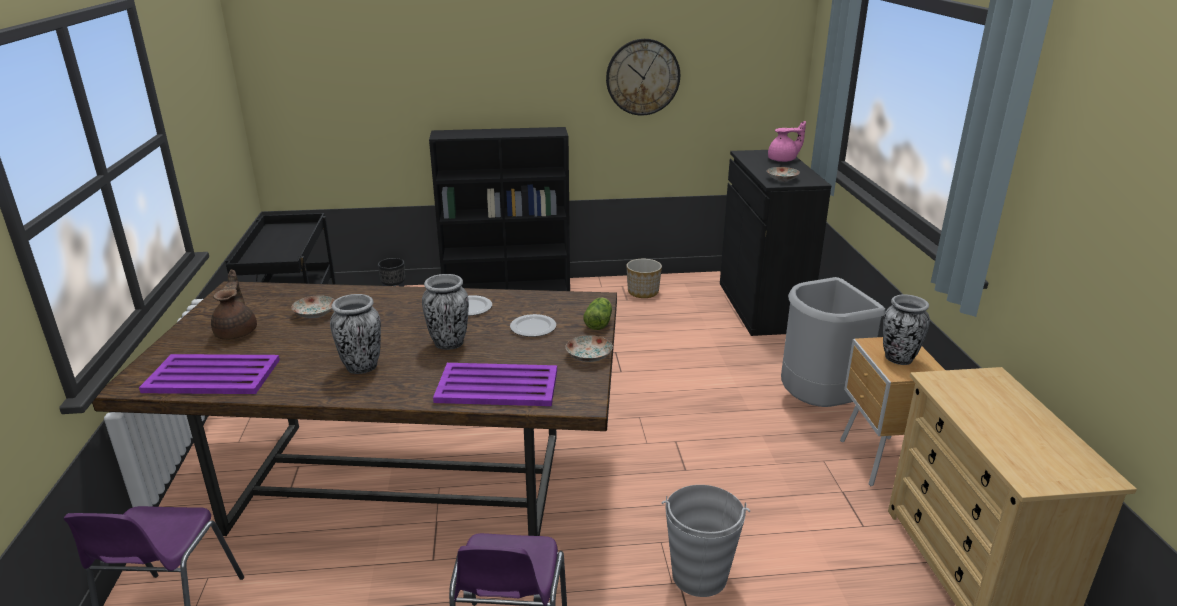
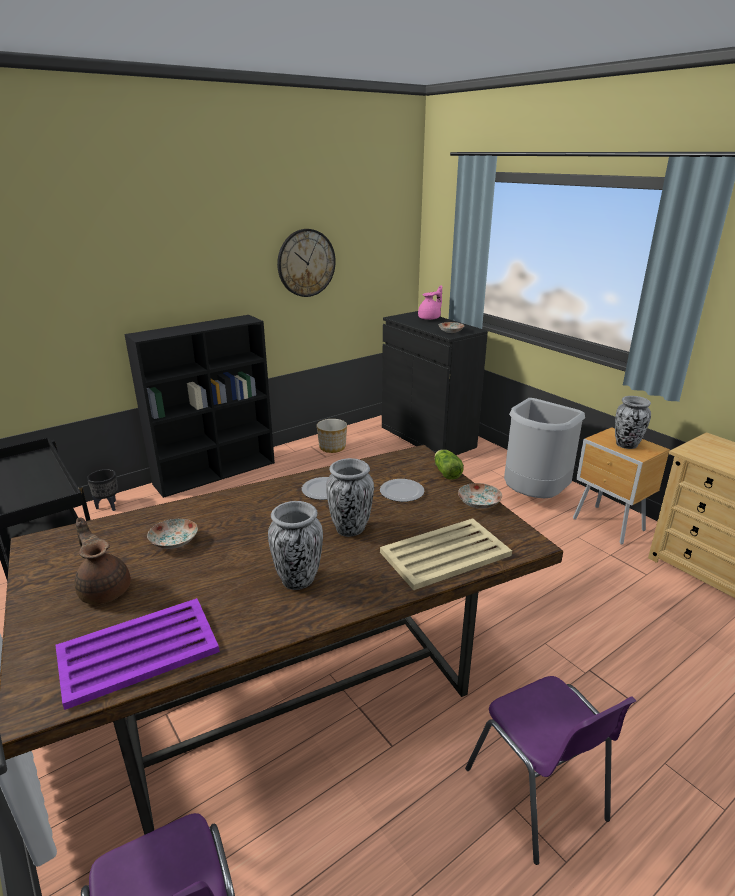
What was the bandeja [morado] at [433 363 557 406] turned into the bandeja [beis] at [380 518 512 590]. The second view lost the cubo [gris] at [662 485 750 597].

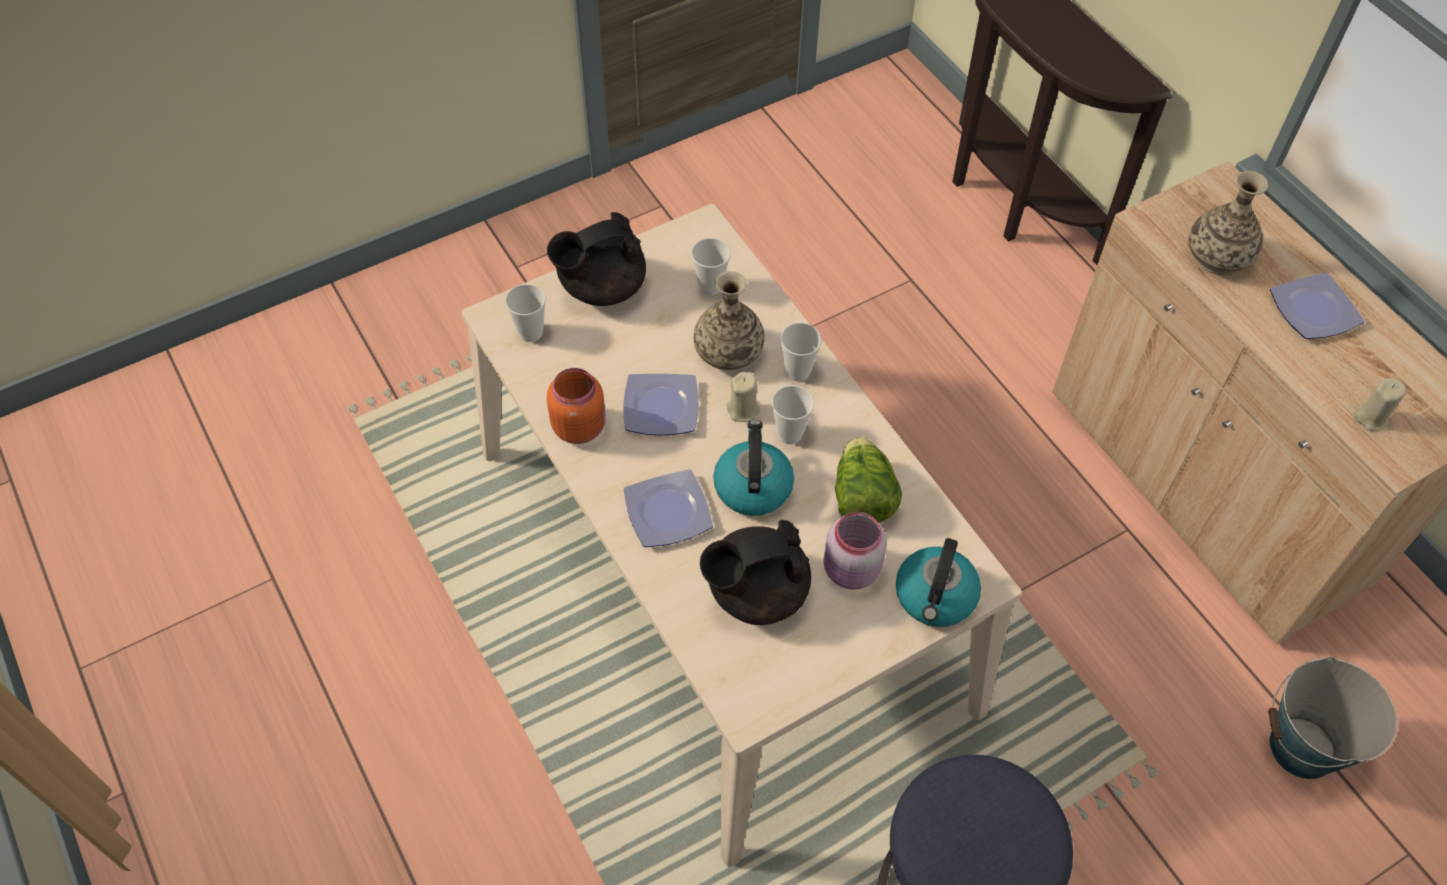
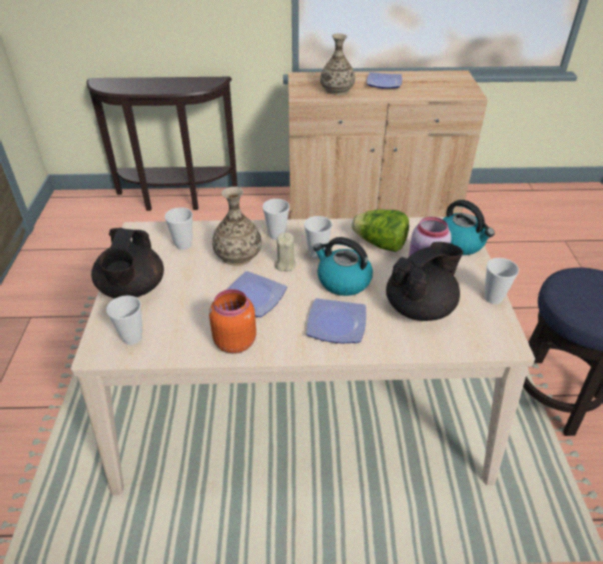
The second view lost the vela [beis] at [1354 378 1407 431]. The tetera [negro] at [700 520 811 625] ended up facing another way, 135 degrees counterclockwise from before. The second view lost the cubo at [1268 657 1397 779]. The second view gained the taza at [484 258 519 304].

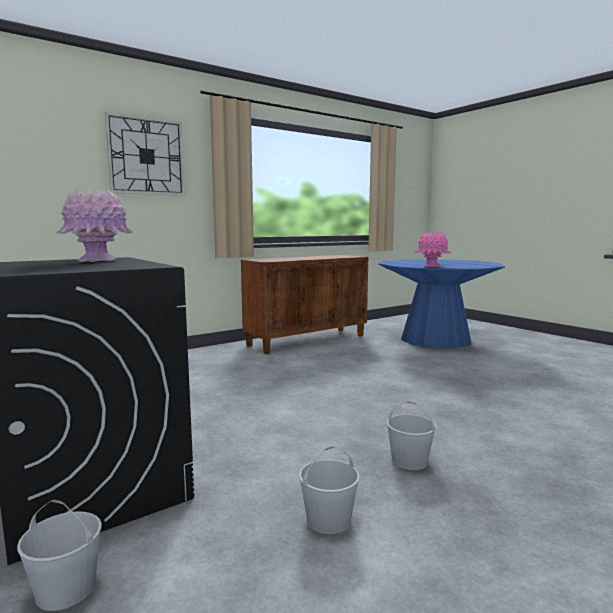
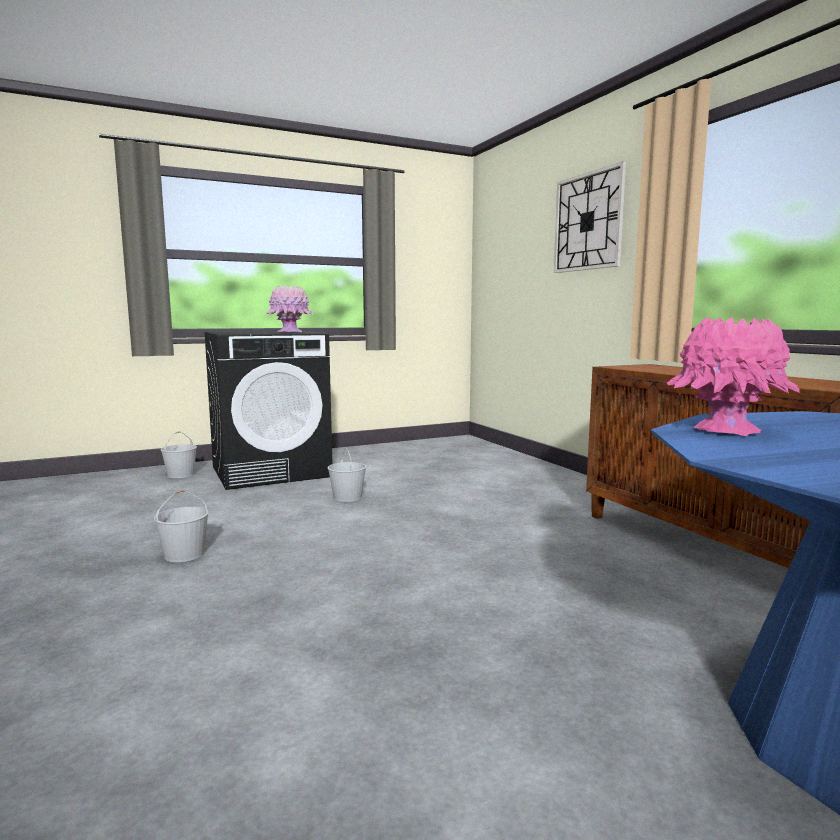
The cubo [blanco] ended up elsewhere, having gone from [299 446 359 534] to [328 448 366 502].

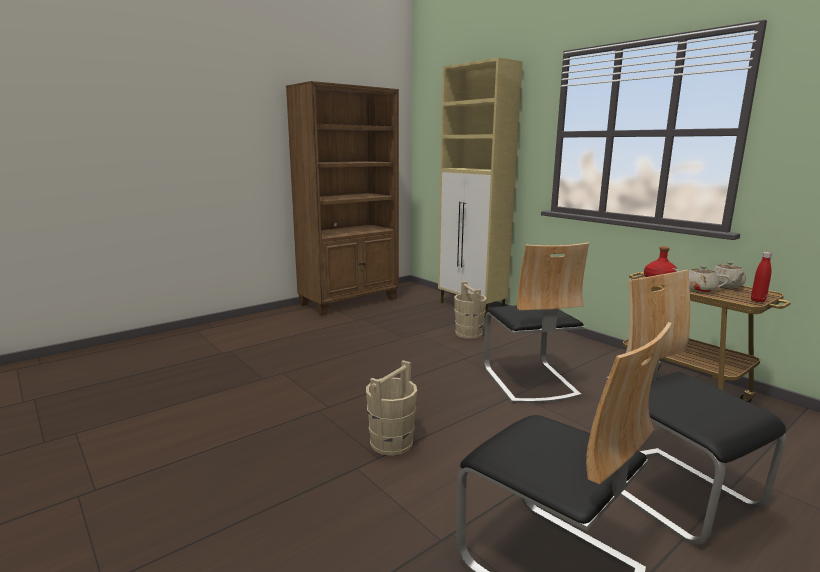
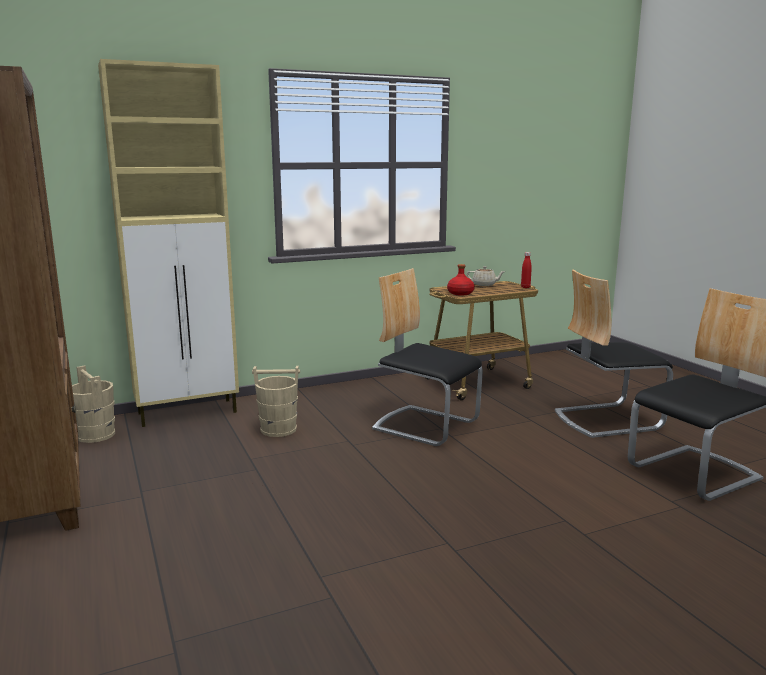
The silla at [484 242 589 403] ended up facing another way, 150 degrees counterclockwise from before. The second view lost the tetera [beis] at [672 266 730 293]. The cubo [beis] ended up elsewhere, having gone from [366 360 417 456] to [72 366 115 443].

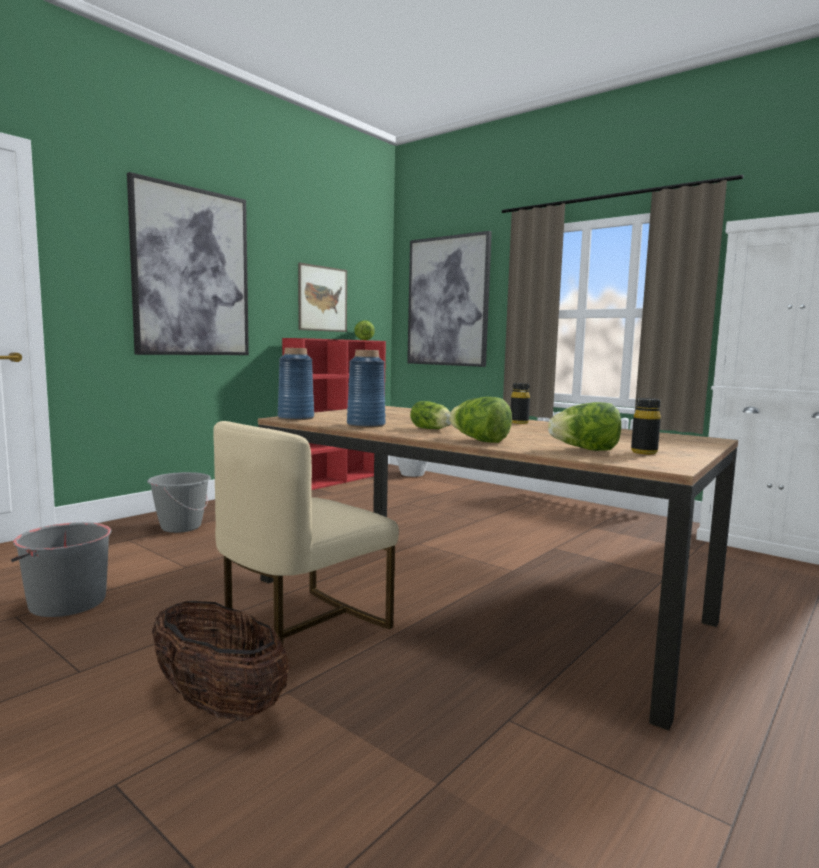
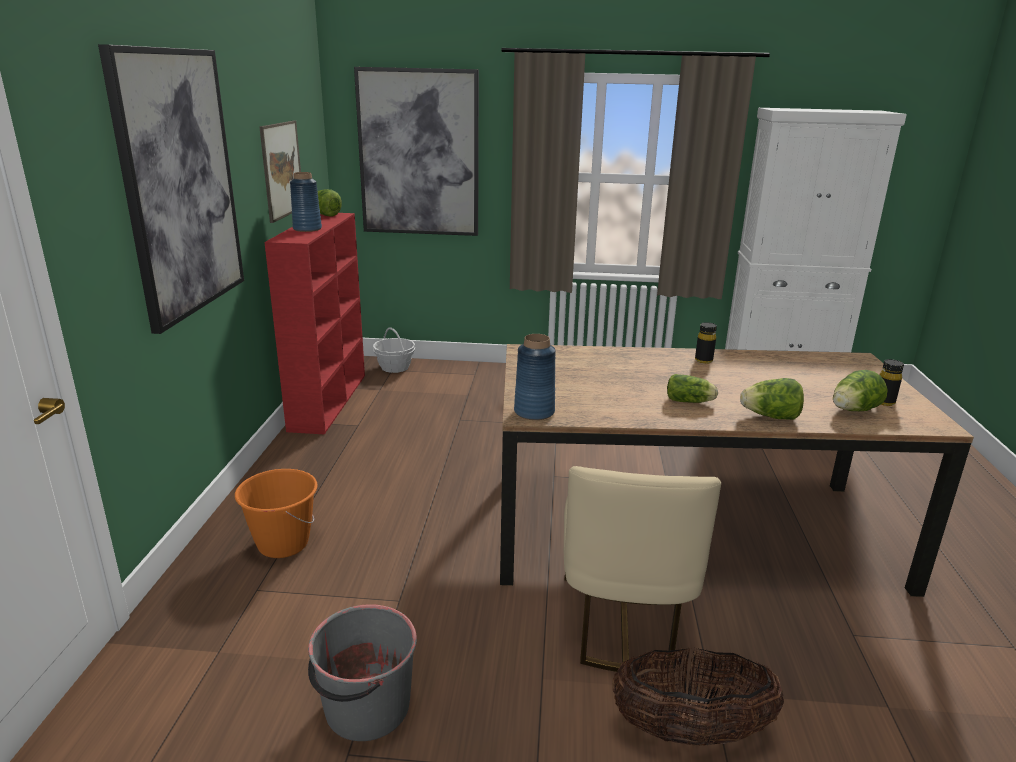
The florero [azul] ended up elsewhere, having gone from [347 350 386 428] to [290 172 322 232]. What was the cubo [gris] at [147 472 211 533] turned into the cubo [naranja] at [235 469 318 558].

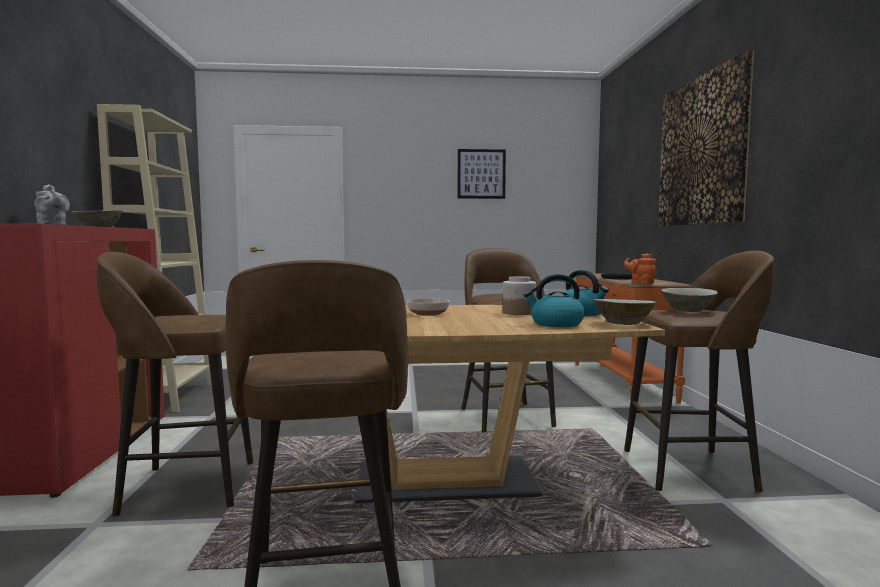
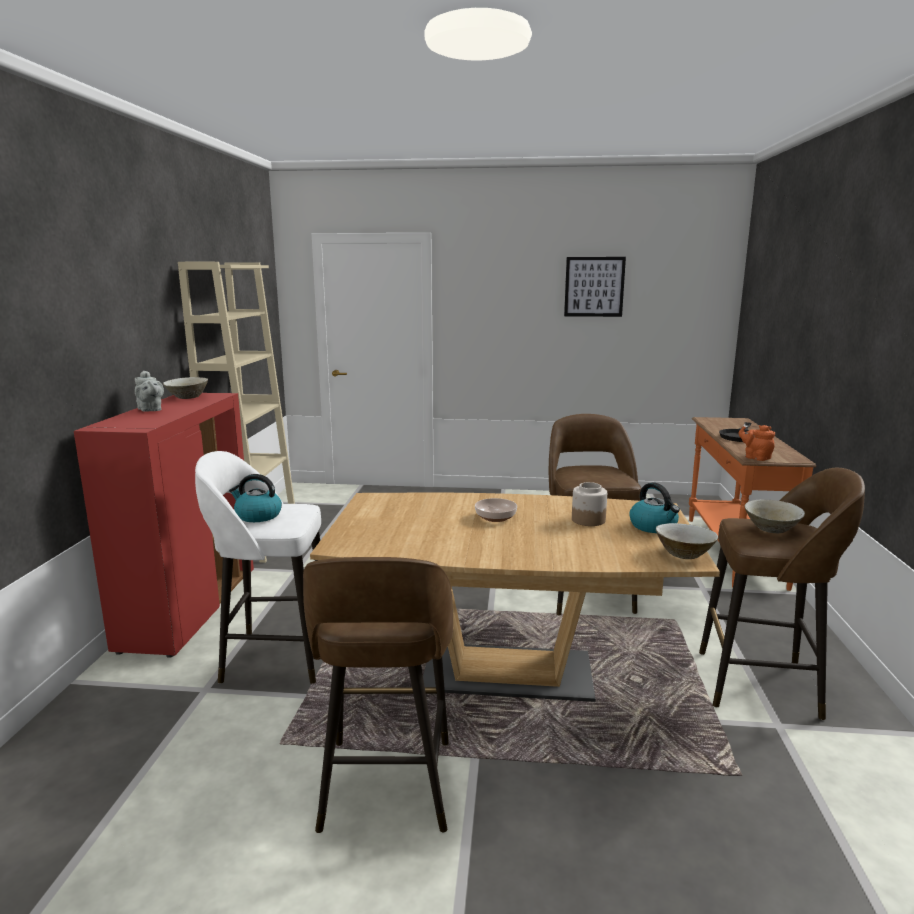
The second view lost the cuadro at [658 50 754 226]. What was the taburete [marrón] at [96 252 253 517] turned into the taburete [blanco] at [195 451 321 684]. The hervidor ended up elsewhere, having gone from [524 274 585 327] to [229 474 282 522].

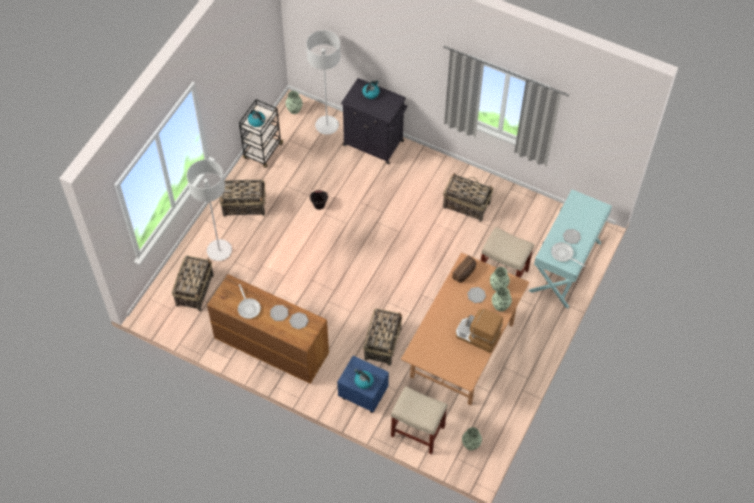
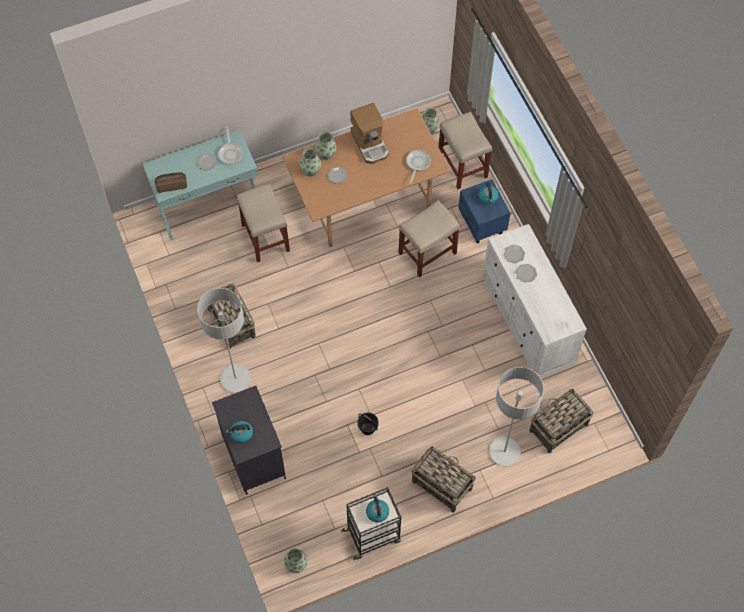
The lámpara de pie [gris] ended up elsewhere, having gone from [306 30 341 135] to [197 288 251 392]. The pan ended up elsewhere, having gone from [452 255 476 282] to [155 172 187 193]. What was the cómoda [marrón] at [207 274 329 384] turned into the cómoda [blanco] at [482 224 587 377]. The sartén ended up elsewhere, having gone from [238 284 261 319] to [406 150 431 184]. Where the cesta stood at [363 308 402 366], the taburete [beis] came to stand at [398 200 460 278].

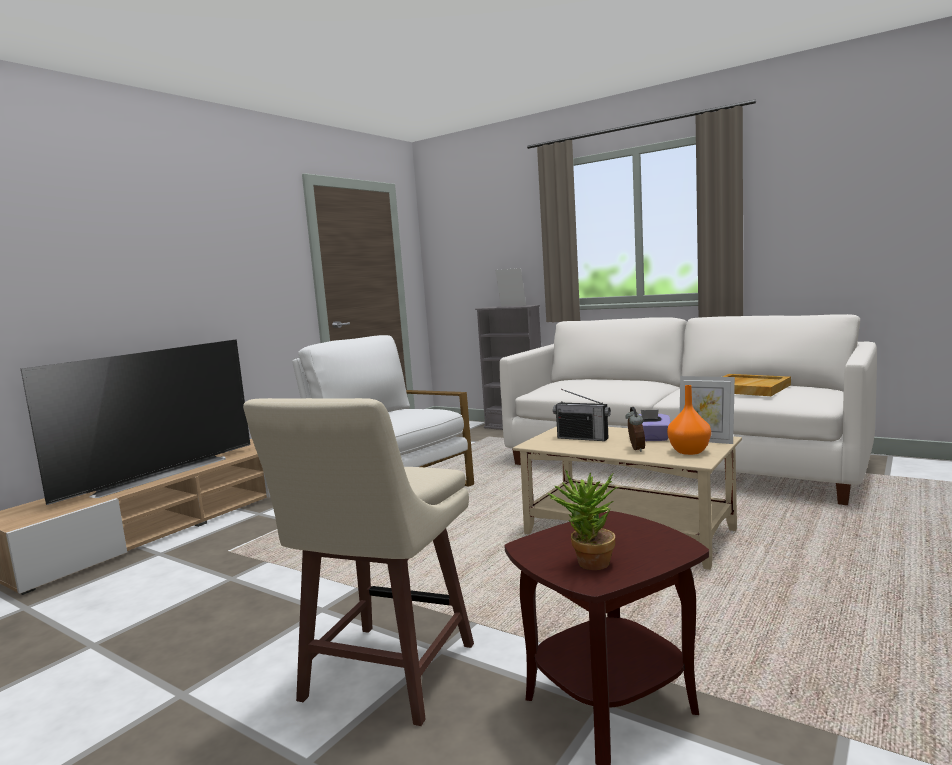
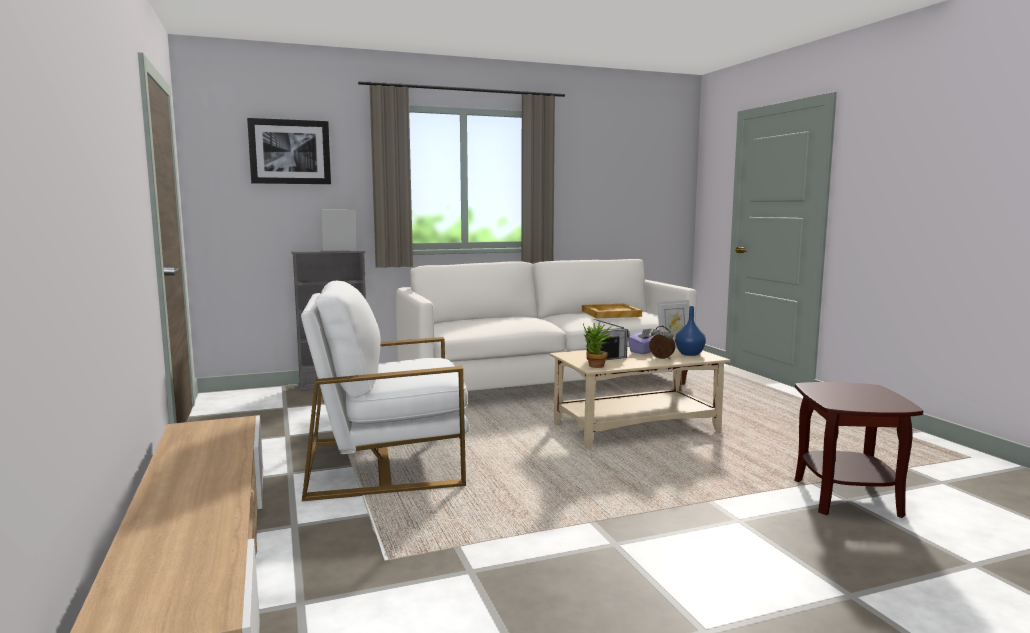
The second view lost the televisor at [21 339 250 505]. What was the florero [naranja] at [667 385 711 455] turned into the florero [azul] at [675 306 706 356]. The second view lost the taburete [beis] at [243 398 474 726]. The planta en maceta ended up elsewhere, having gone from [548 470 619 570] to [583 322 613 368]. The second view gained the cuadro at [247 118 331 184].

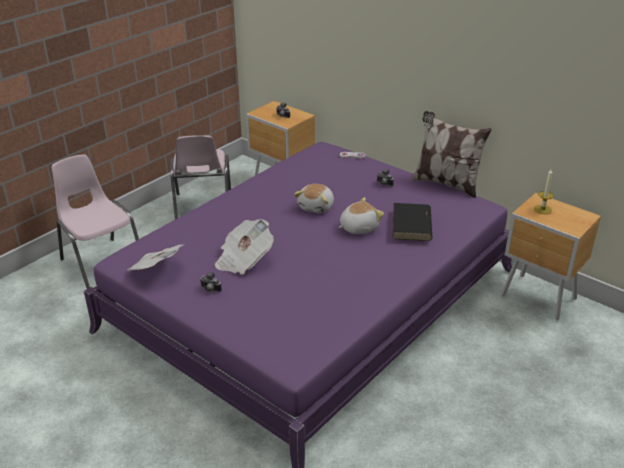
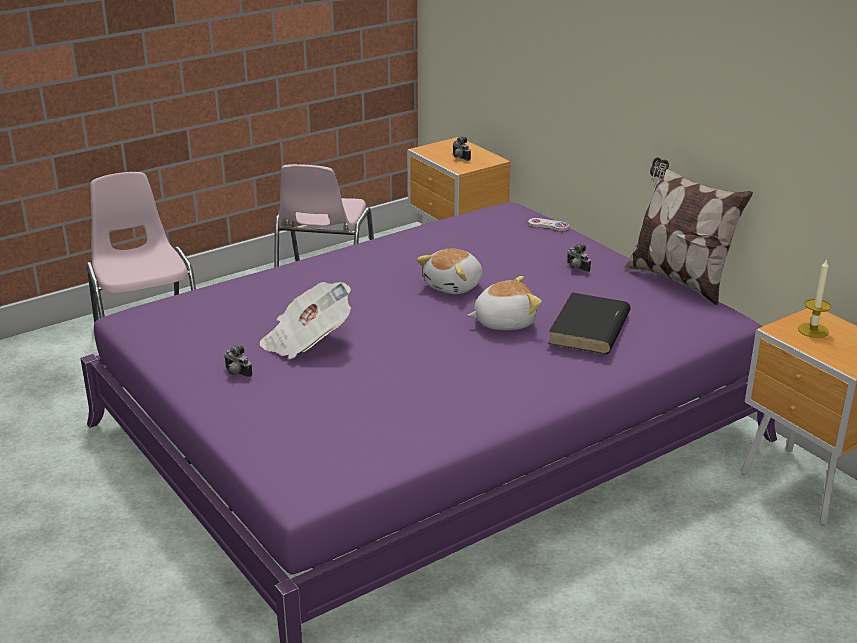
The second view lost the periódico at [127 245 183 271].

